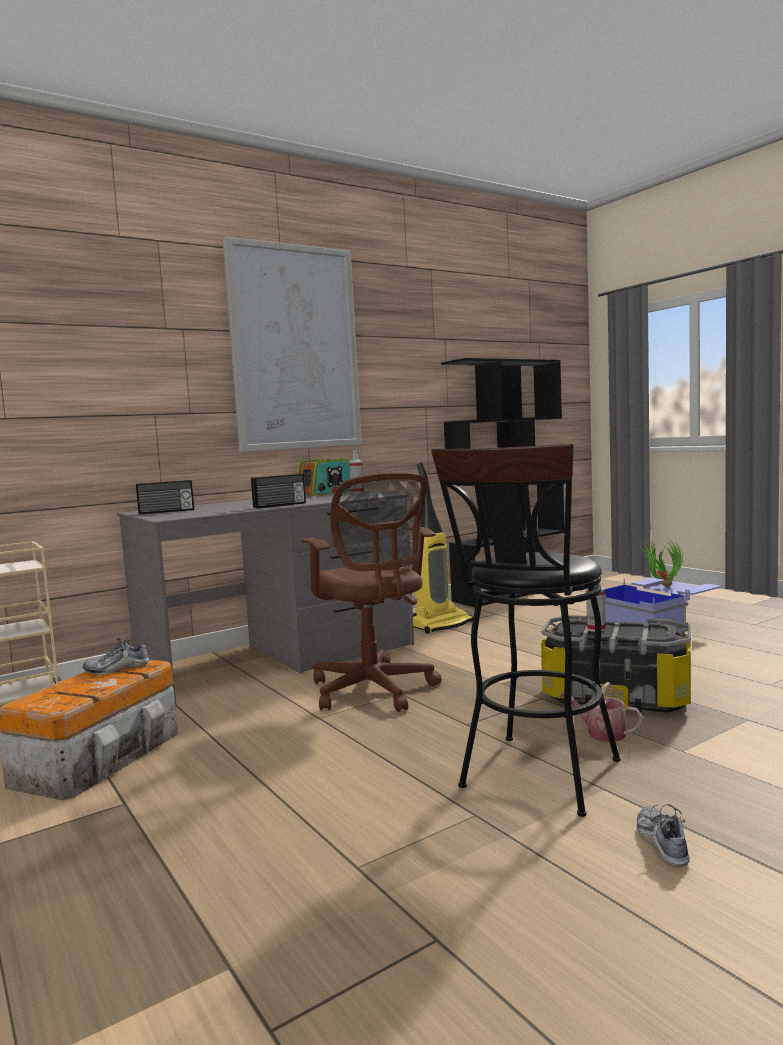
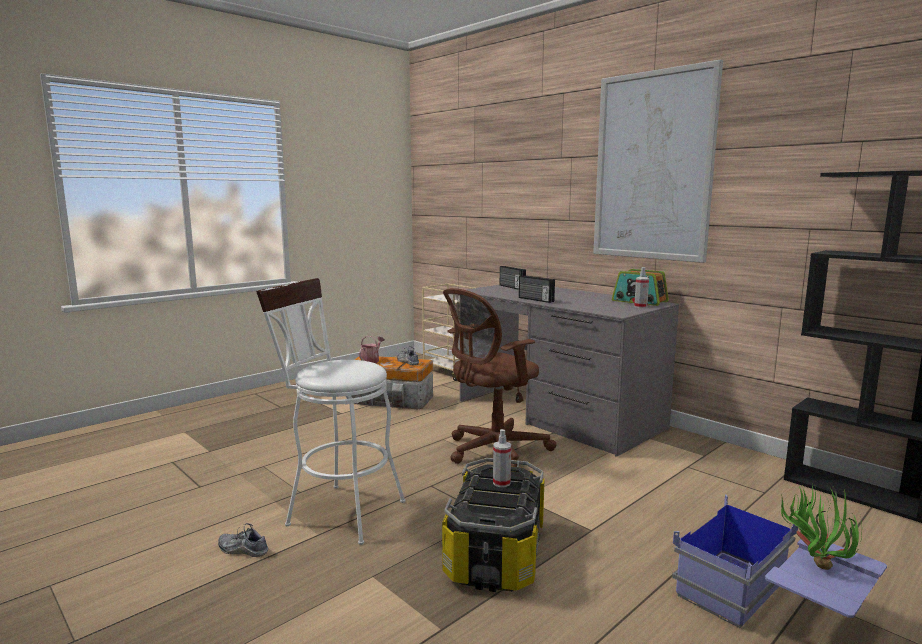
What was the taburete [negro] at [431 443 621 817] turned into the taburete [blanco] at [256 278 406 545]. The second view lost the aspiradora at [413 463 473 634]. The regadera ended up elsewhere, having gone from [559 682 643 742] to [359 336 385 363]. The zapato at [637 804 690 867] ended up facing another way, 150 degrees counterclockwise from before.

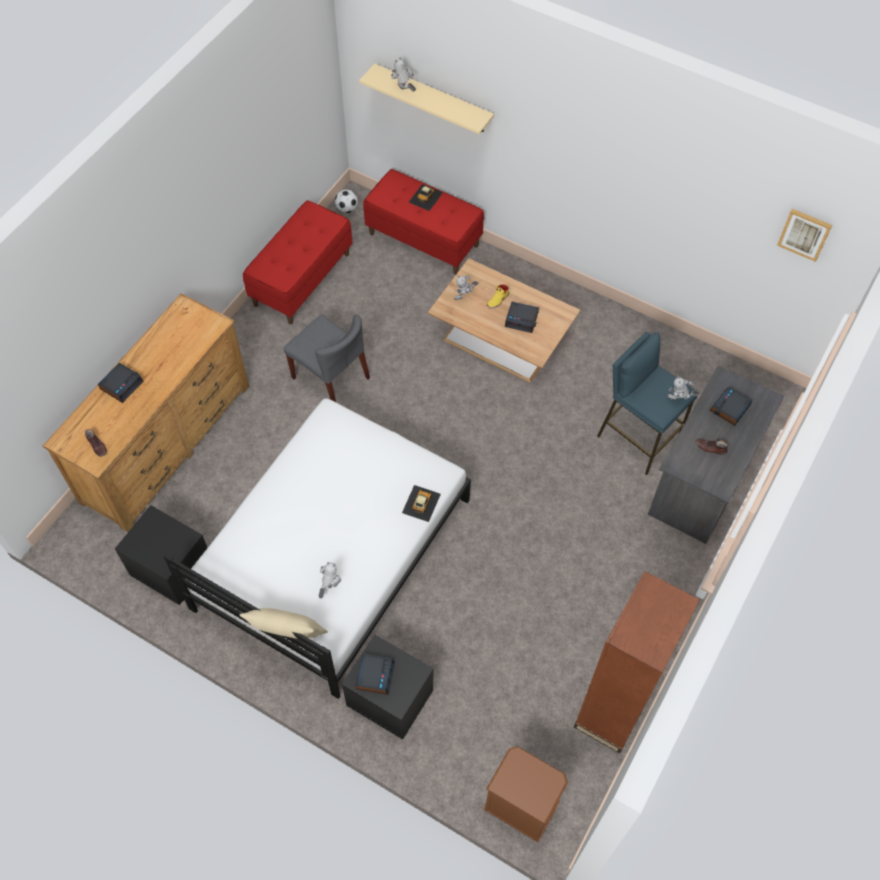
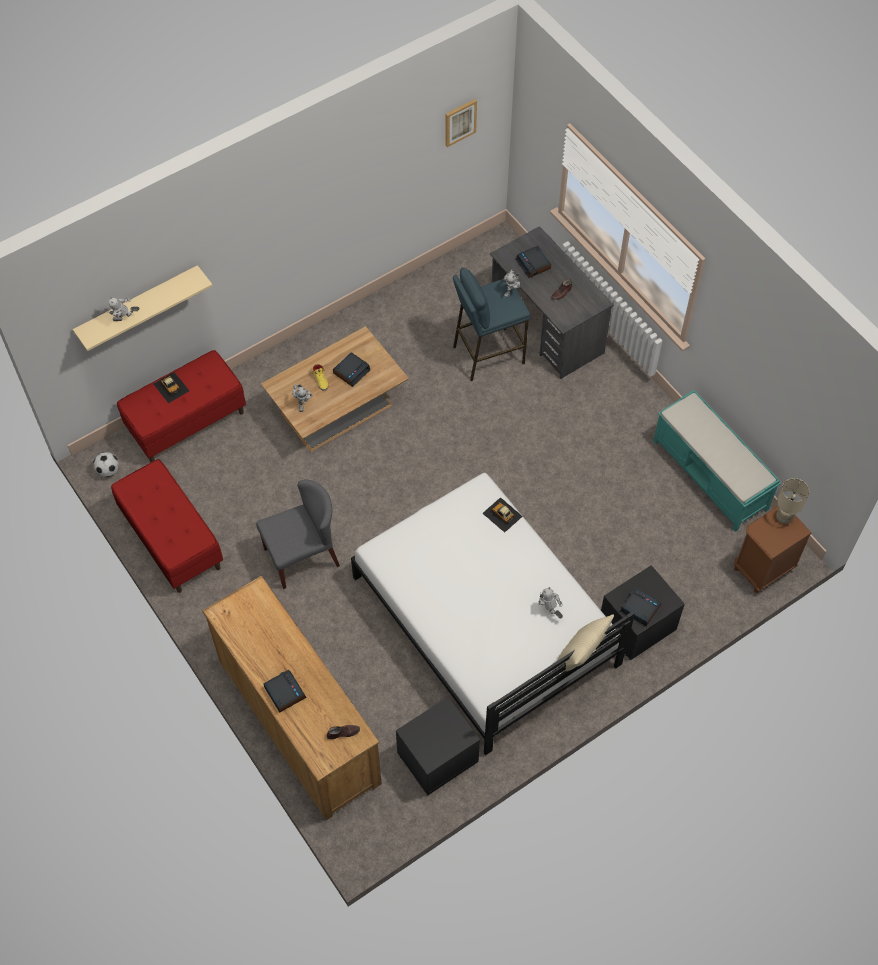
Where the estantería [marrón] stood at [574 571 700 754], the banco [turquesa] came to stand at [653 390 780 532]. The second view gained the lámpara de mesa [beis] at [776 478 809 524].

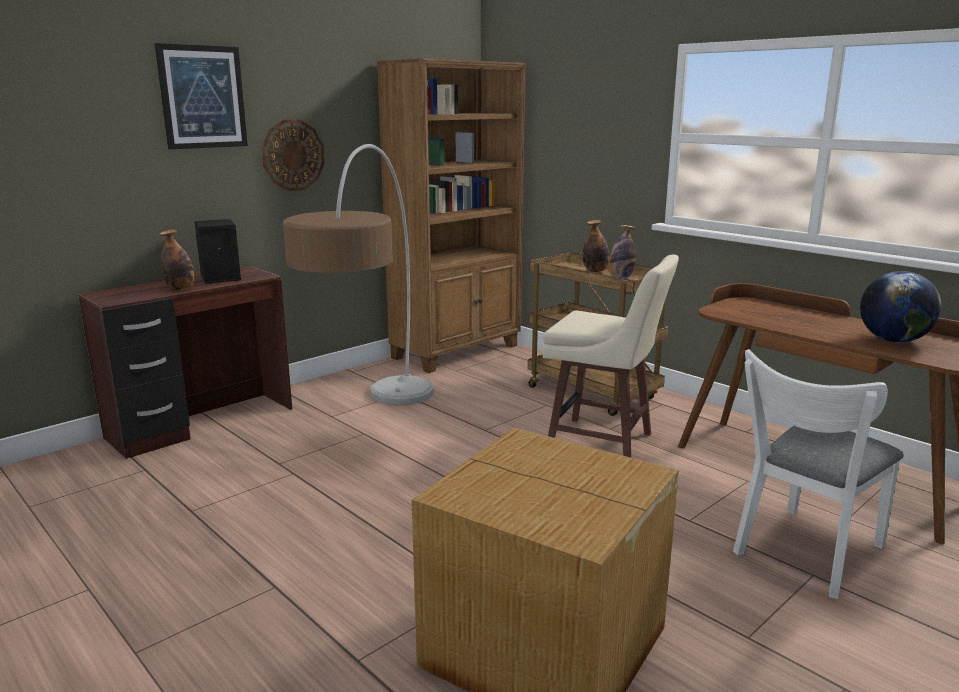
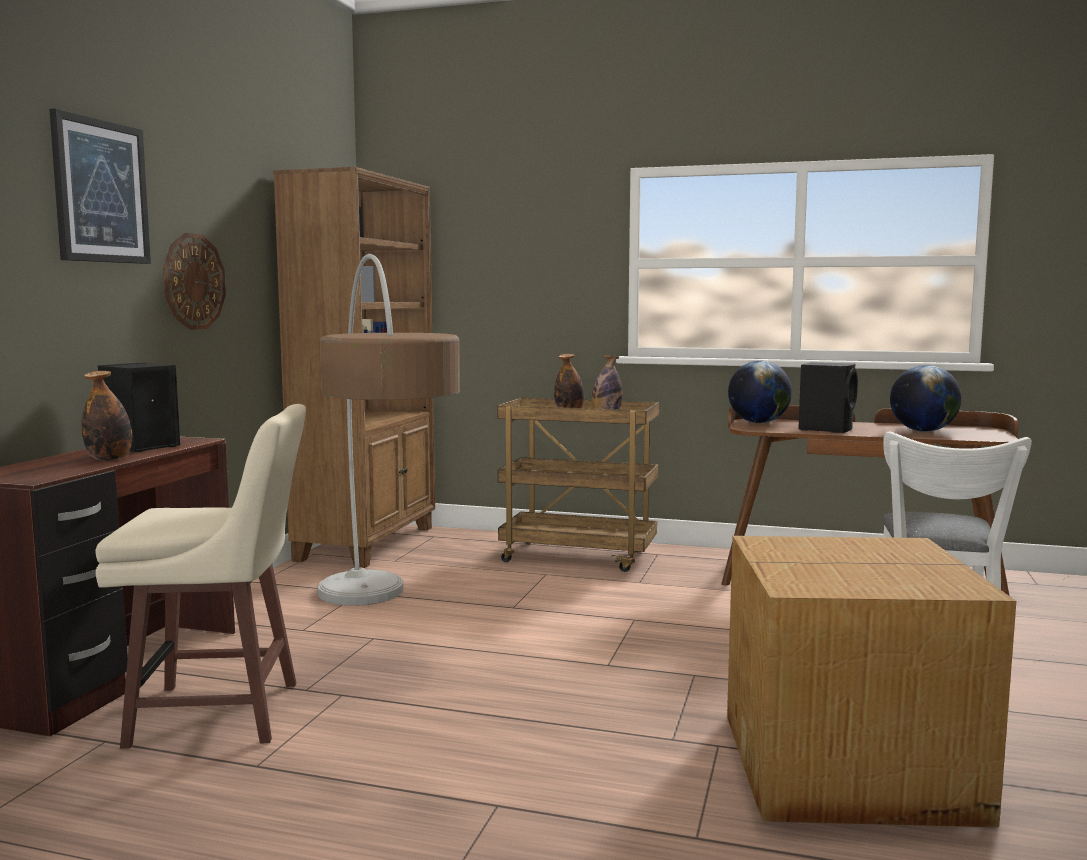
The taburete [beis] ended up elsewhere, having gone from [542 254 679 458] to [95 404 306 749]. The second view gained the globo terráqueo at [728 361 792 423]. The second view gained the altavoz [negro] at [798 362 858 433].

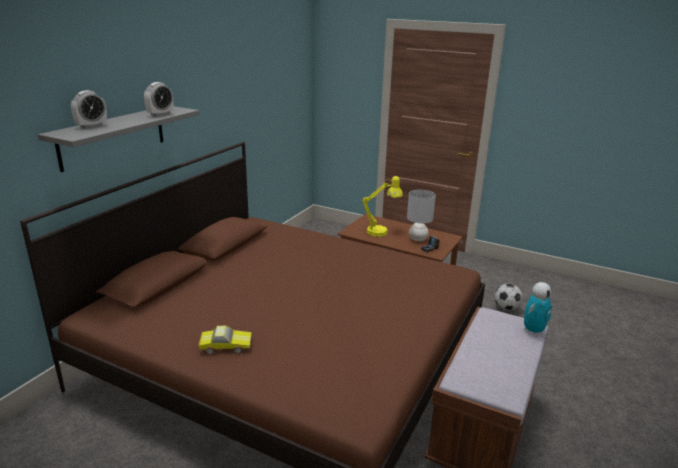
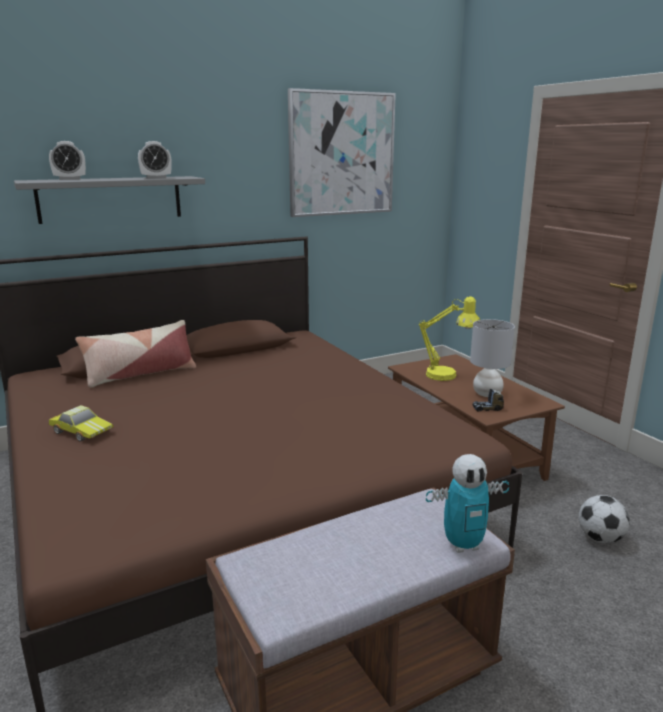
The second view gained the cuadro at [288 88 396 217]. The second view gained the cojín at [75 320 196 387].

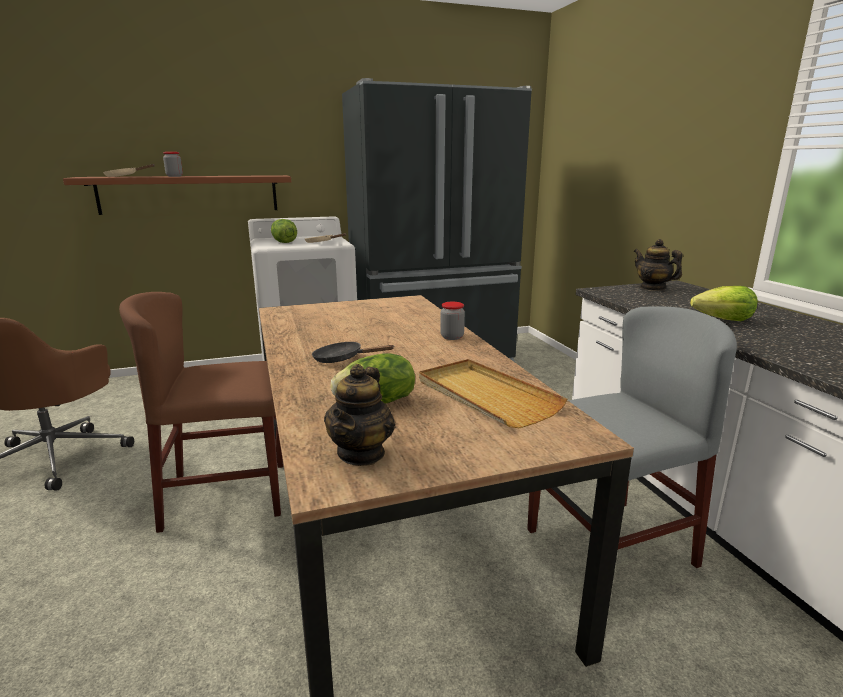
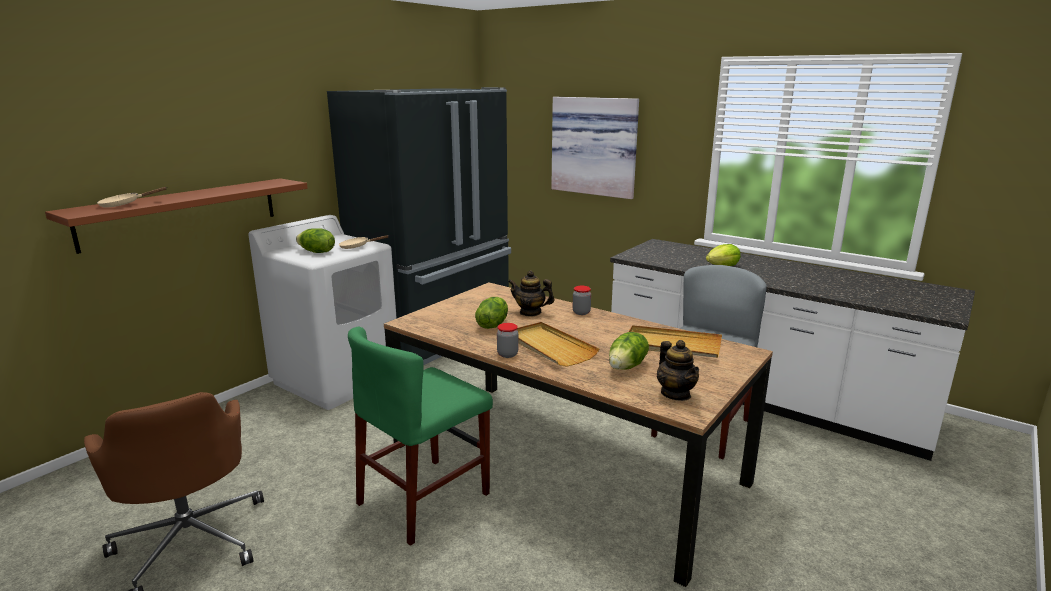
The tarro ended up elsewhere, having gone from [163 152 183 177] to [497 323 518 358]. The tetera ended up elsewhere, having gone from [634 239 682 291] to [508 270 555 317]. What was the silla [marrón] at [119 292 283 533] turned into the silla [verde] at [348 327 493 546]. Where the sartén [negro] stood at [312 342 395 363], the bandeja [beis] came to stand at [517 322 599 367]. The second view gained the cuadro at [551 97 639 199]. The second view gained the lechuga at [475 297 508 329].

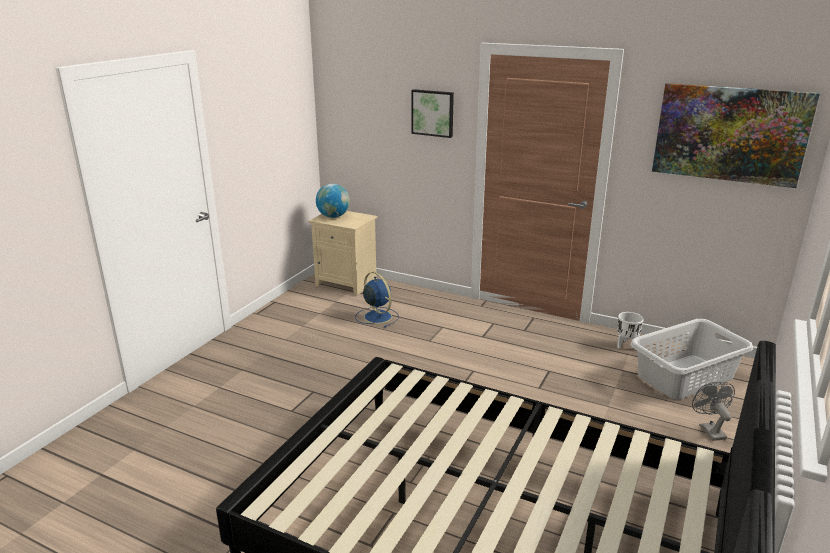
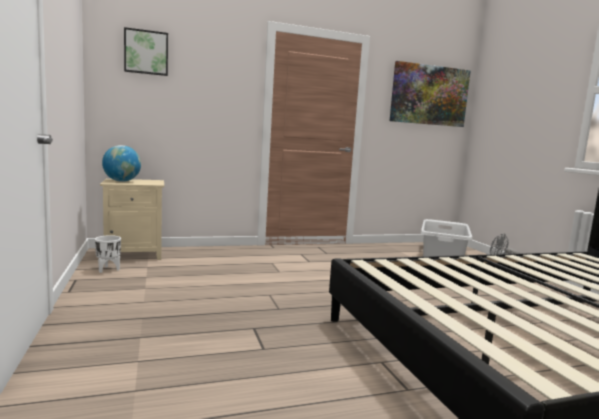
The cuadro ended up elsewhere, having gone from [411 89 454 138] to [124 27 168 76]. The second view lost the ventilador [azul] at [355 272 399 327]. The maceta [blanco] ended up elsewhere, having gone from [617 312 644 350] to [95 235 121 273].

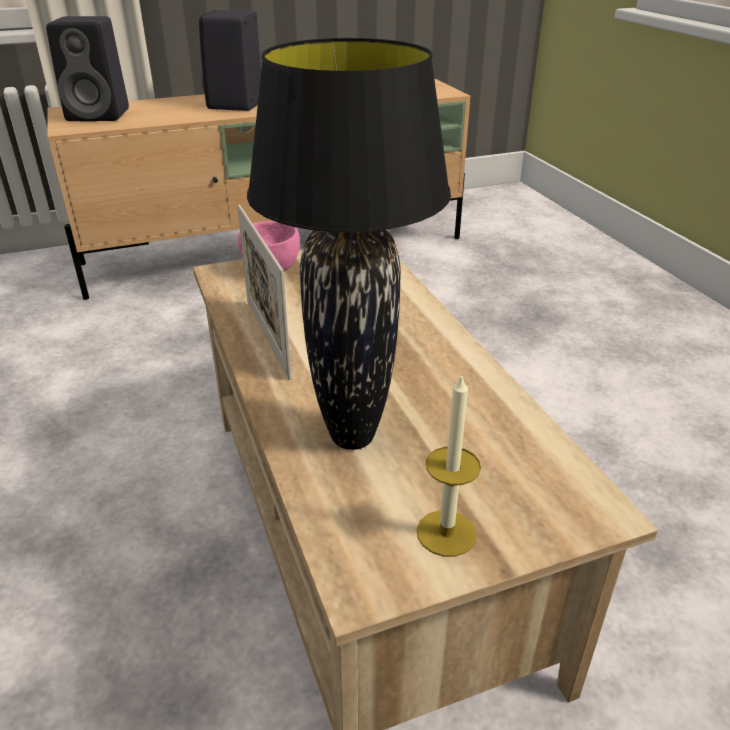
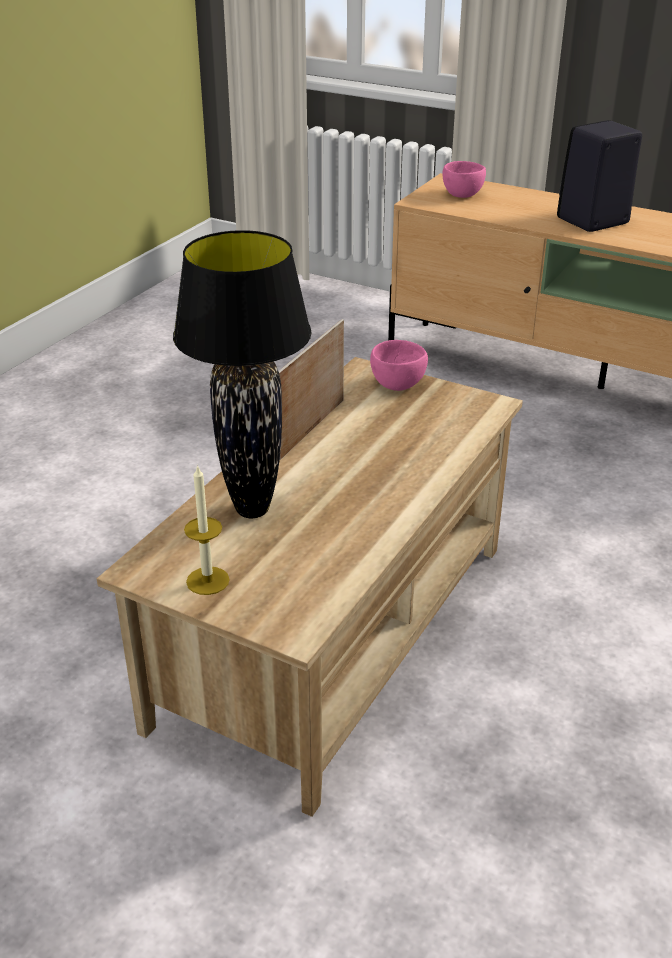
Where the altavoz [negro] stood at [46 16 129 121], the cuenco [rosa] came to stand at [442 161 486 198].

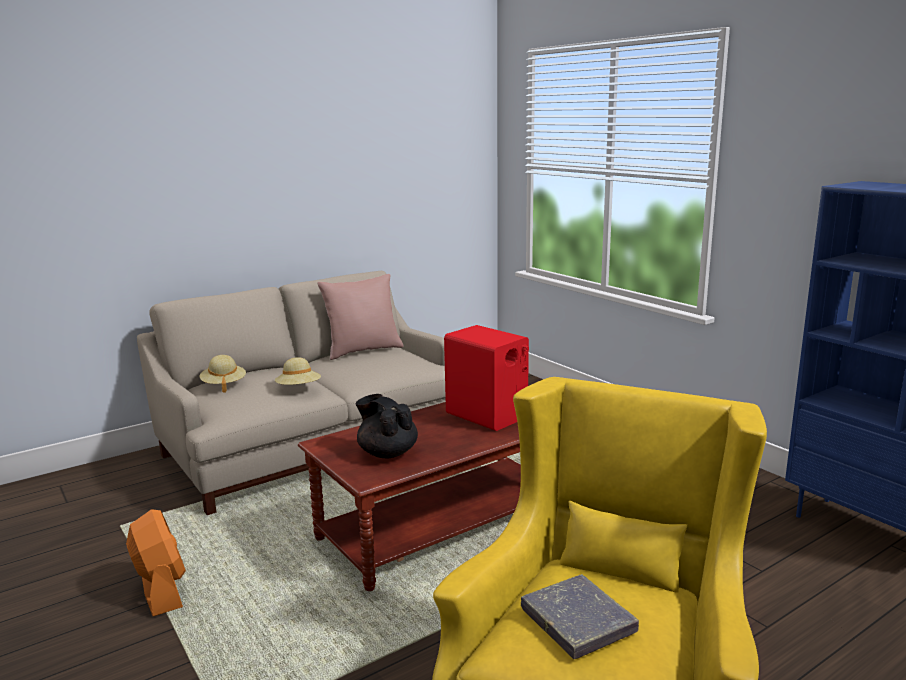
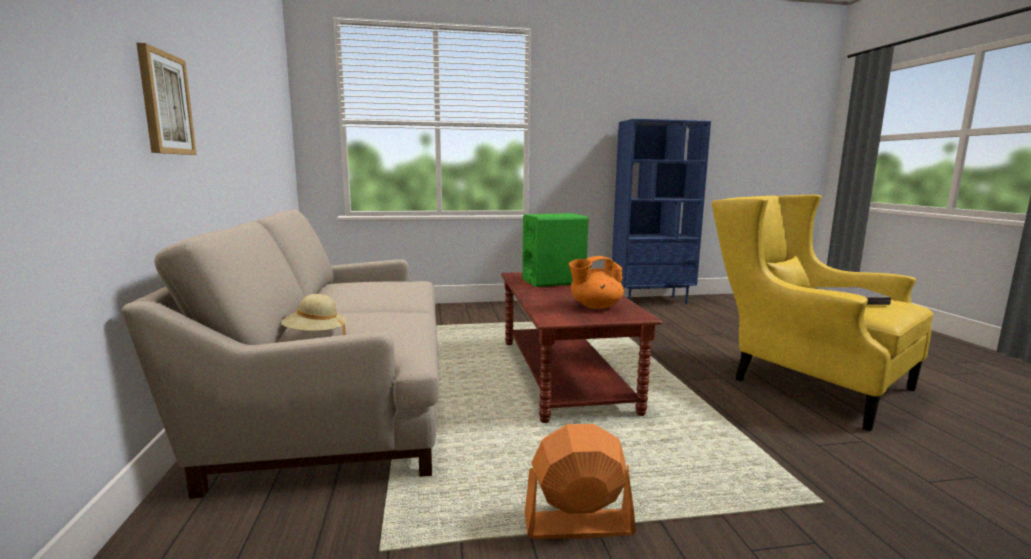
The second view lost the cojín [rosa] at [317 274 404 360]. What was the altavoz [rojo] at [444 325 529 431] turned into the altavoz [verde] at [522 213 588 287]. The second view lost the sombrero [beis] at [275 357 321 385]. What was the tetera [negro] at [356 394 418 458] turned into the tetera [naranja] at [569 256 624 309]. The second view gained the cuadro at [137 43 197 155].

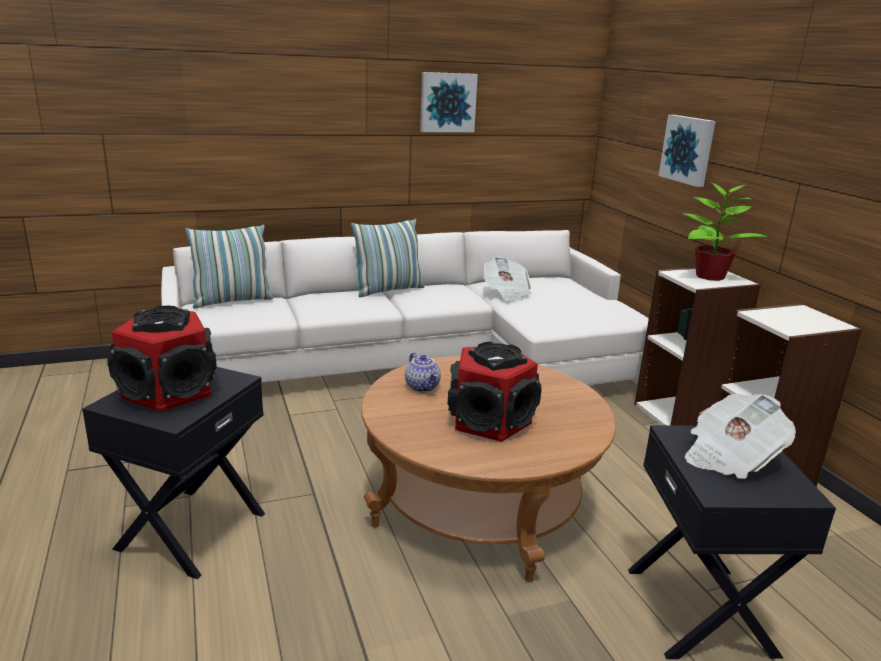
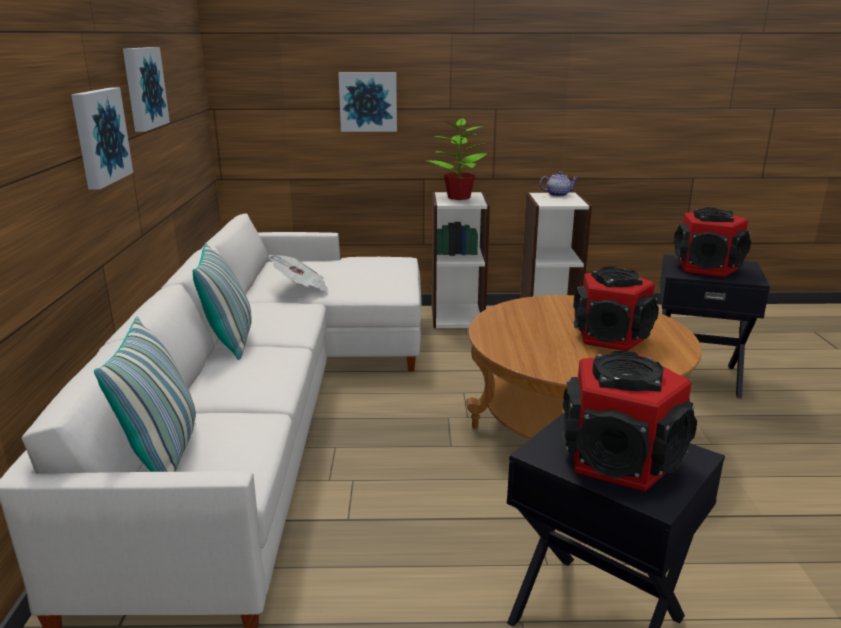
The tetera ended up elsewhere, having gone from [405 352 441 392] to [540 171 579 197]. Where the periódico stood at [685 394 796 479], the altavoz came to stand at [674 207 751 278]. The second view gained the cuadro at [71 88 133 190].

